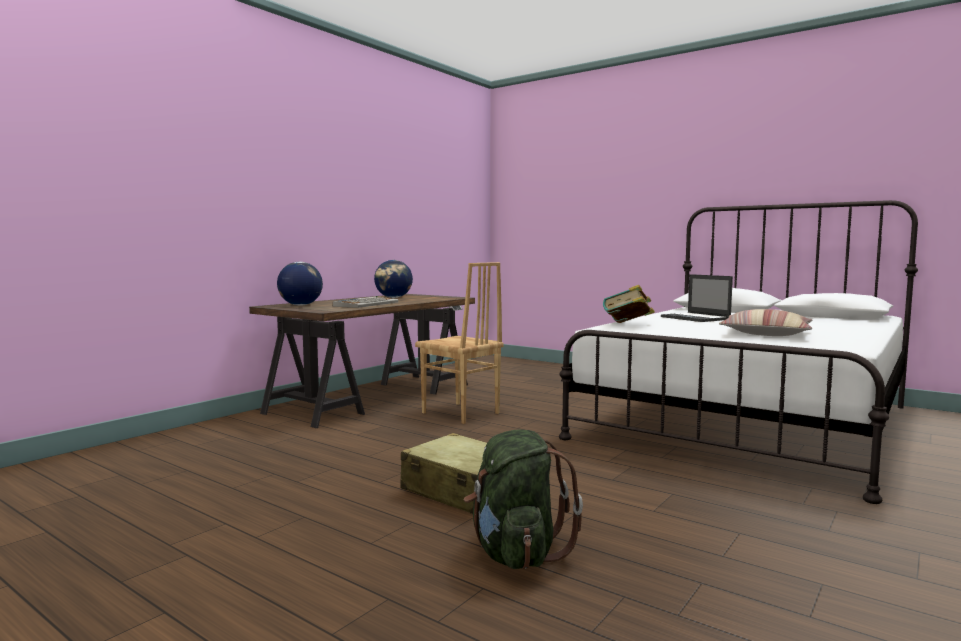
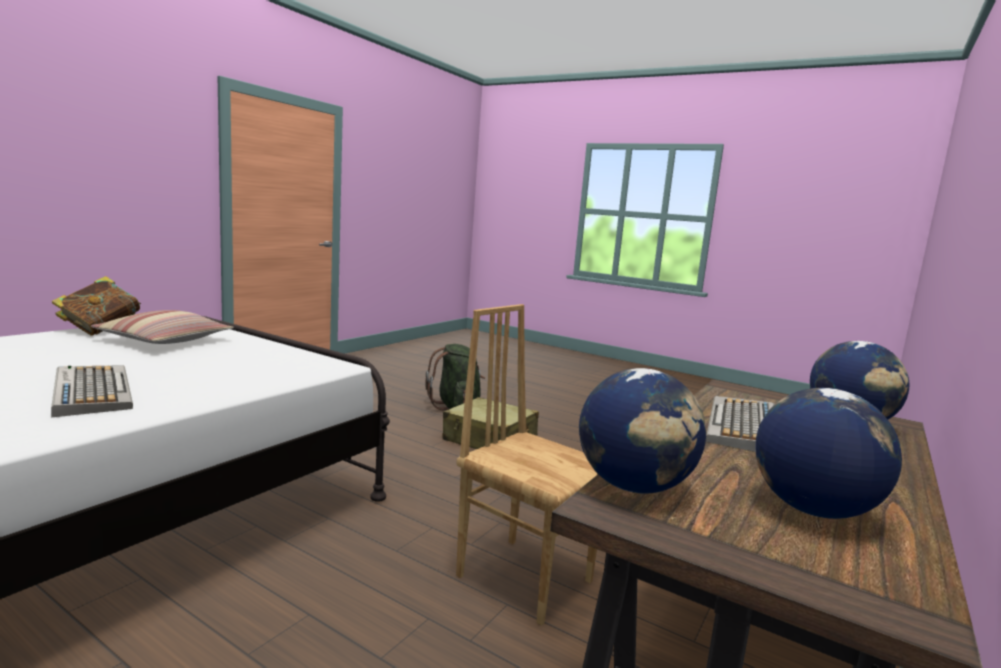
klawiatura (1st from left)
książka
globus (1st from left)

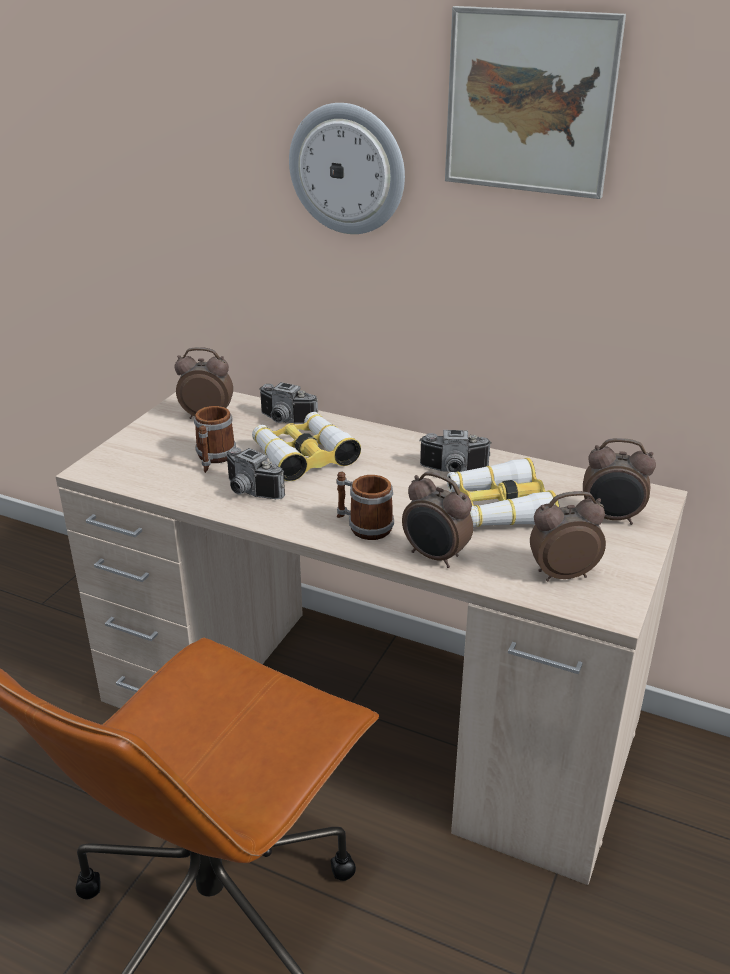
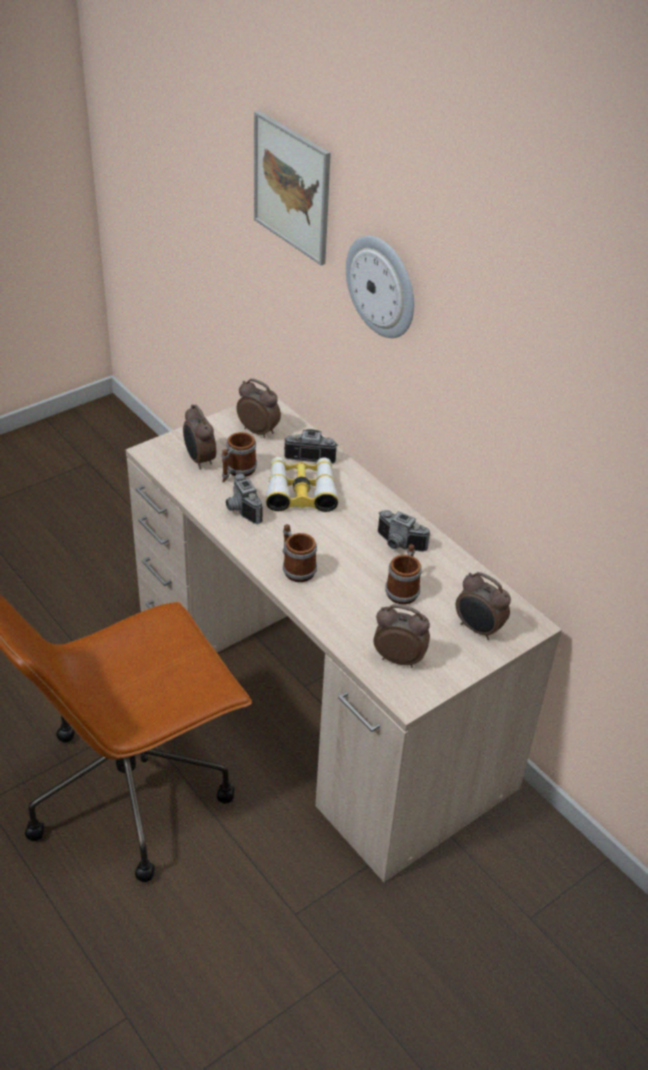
budzik (1st from left)
obraz
aparat fotograficzny (2nd from left)
kubek (3rd from left)

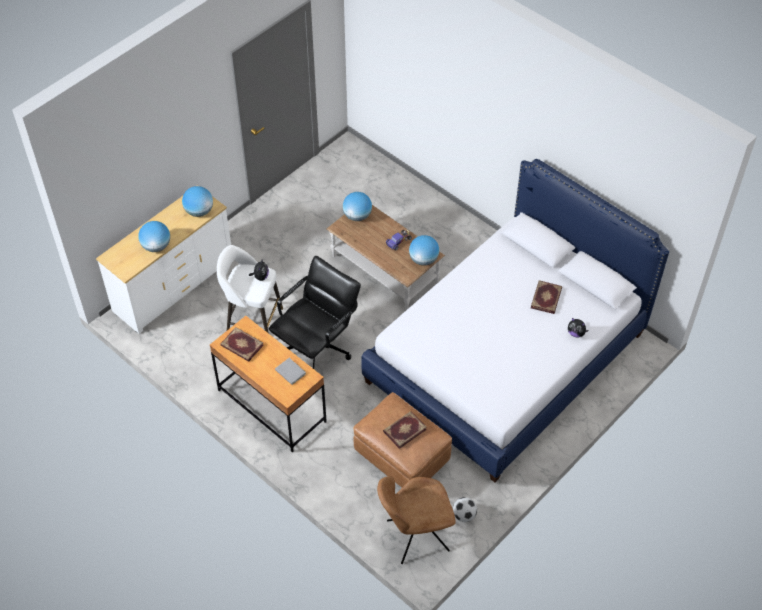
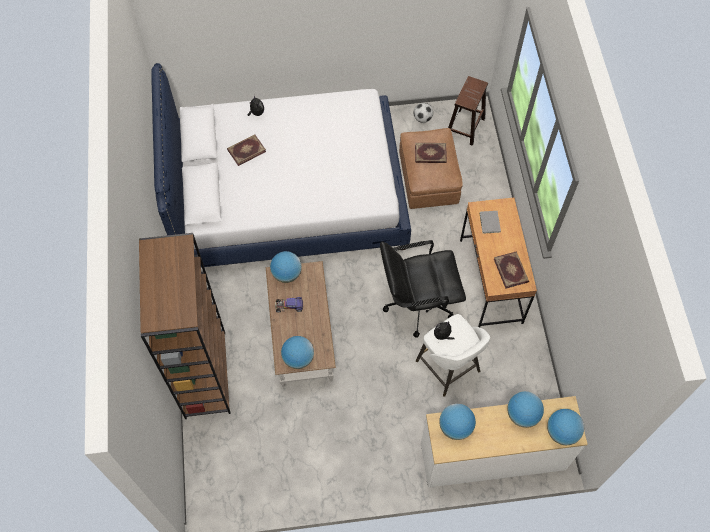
regał/brązowy
stołek/brązowy
globus (5th from left)

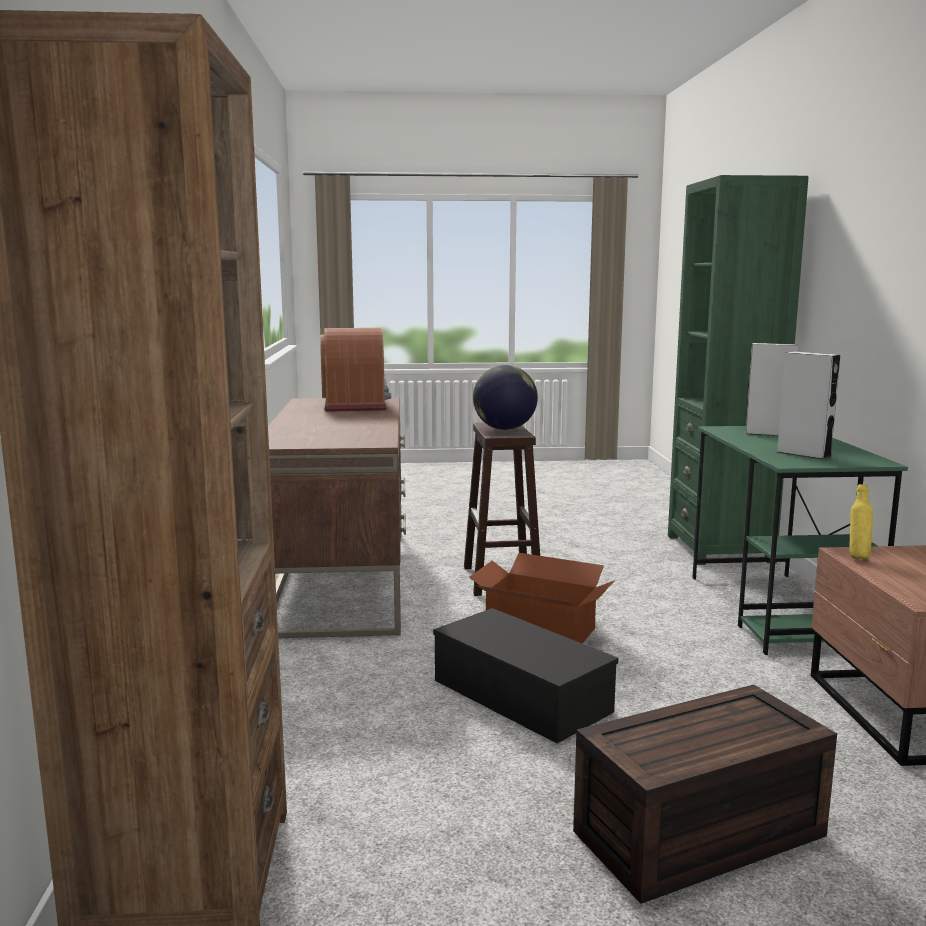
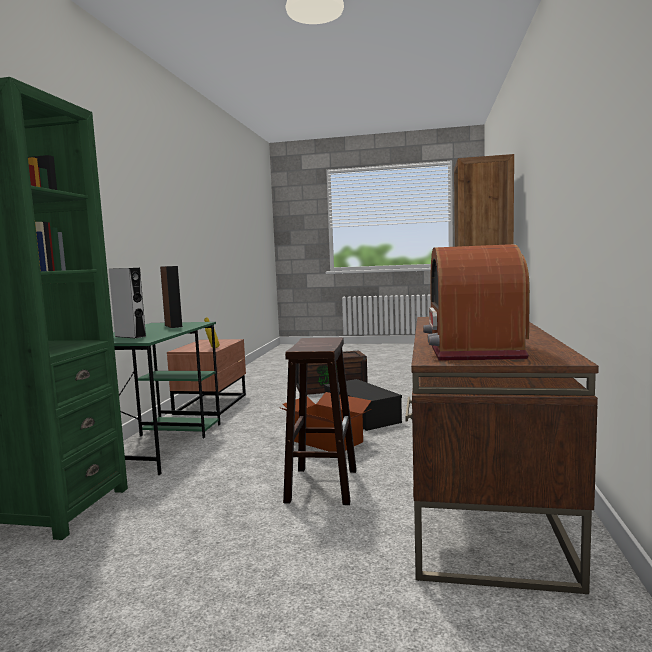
głośnik/brązowy
globus

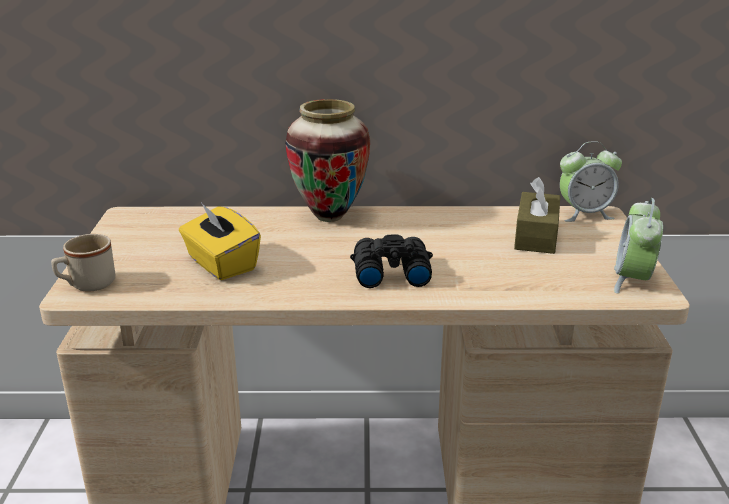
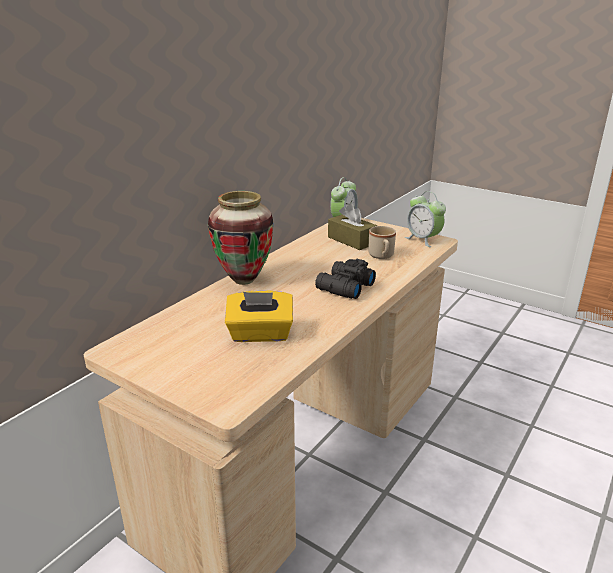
kubek/beżowy

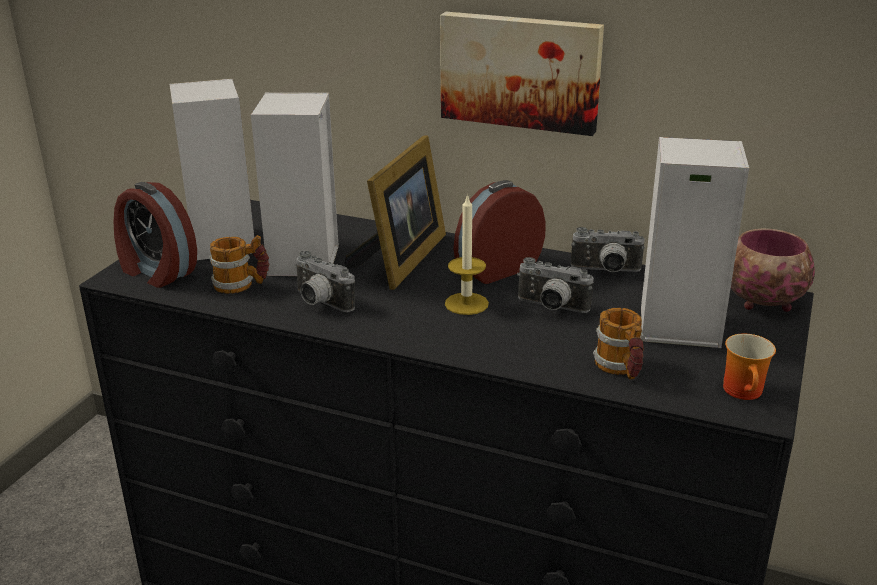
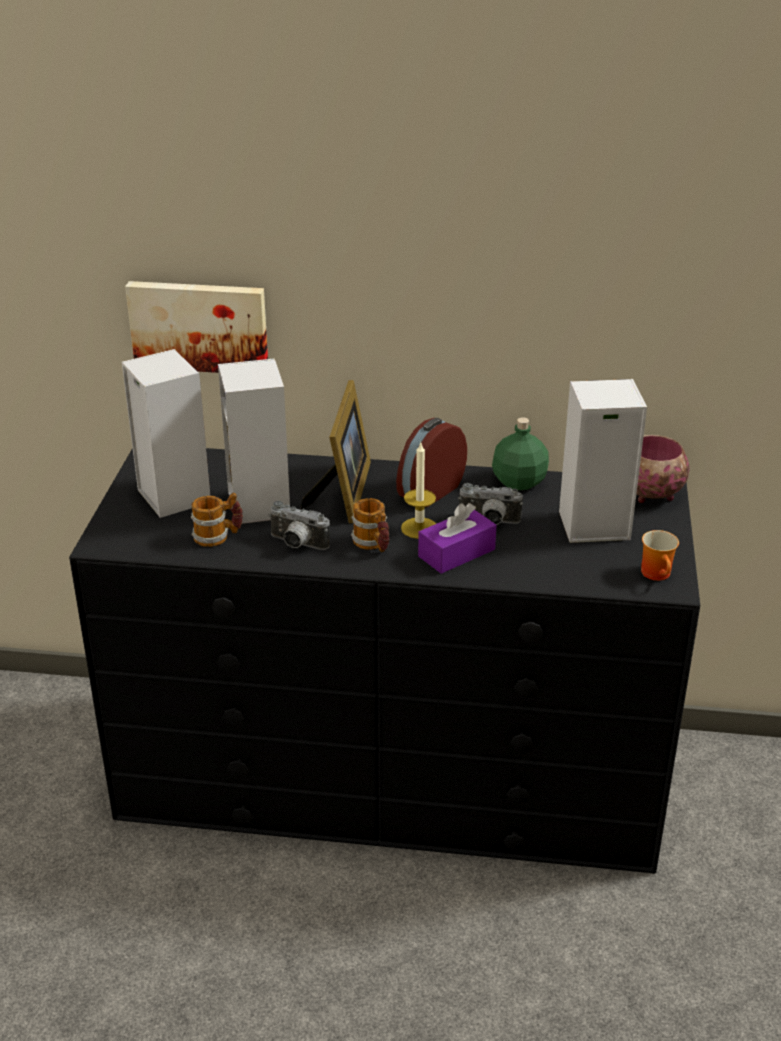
obraz
kubek (2nd from left)
pudełko chusteczek/fioletowy
butelka/zielony
budzik (1st from left in the first image)

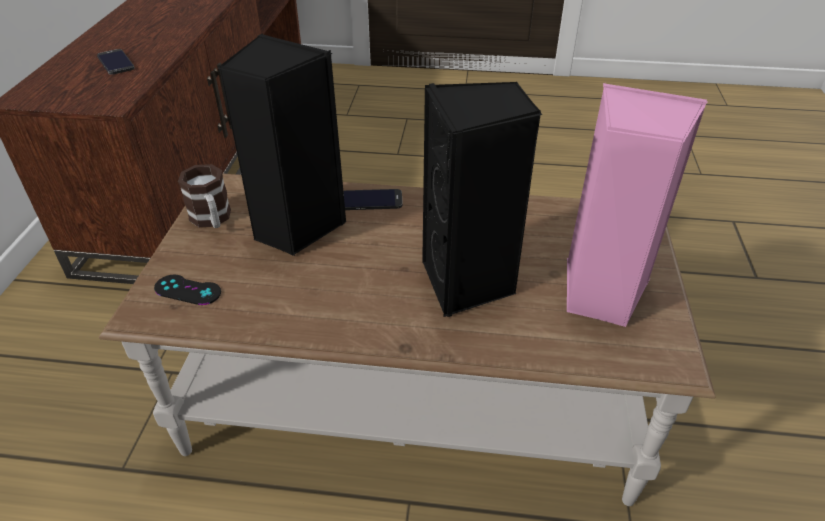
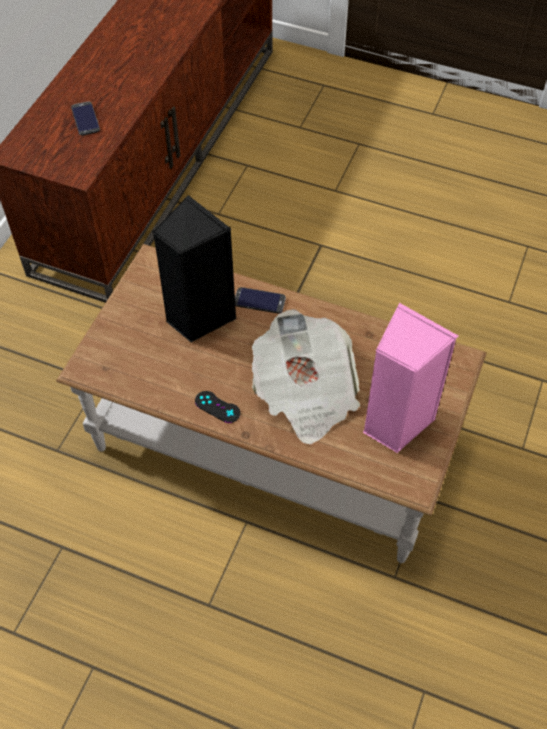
pad do gier/czarny
gazeta
kubek

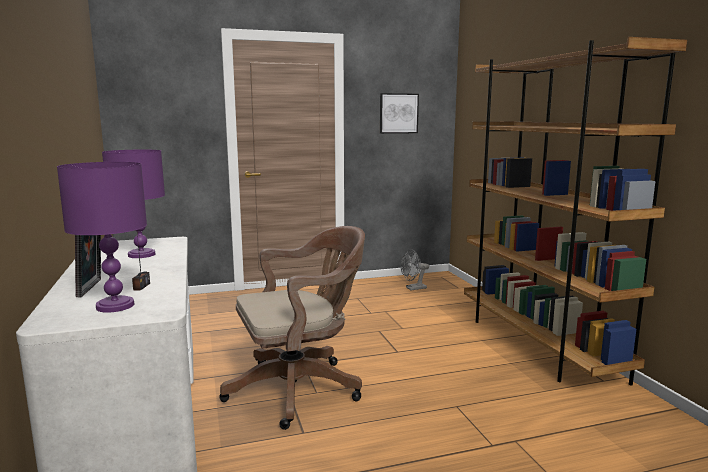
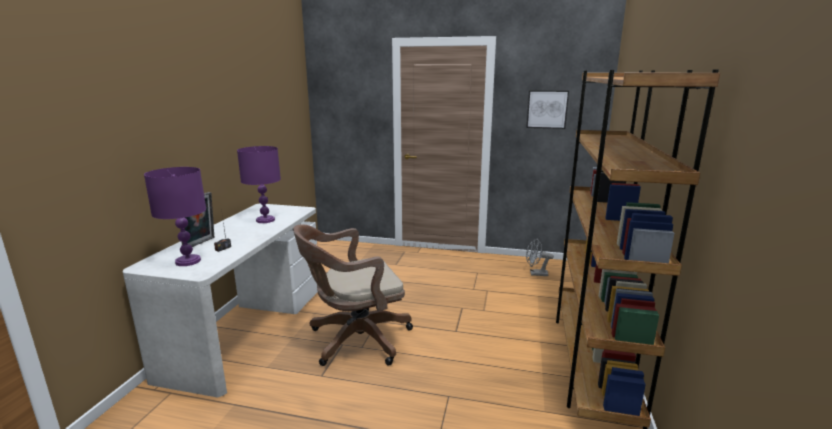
krzesło biurowe/brązowy

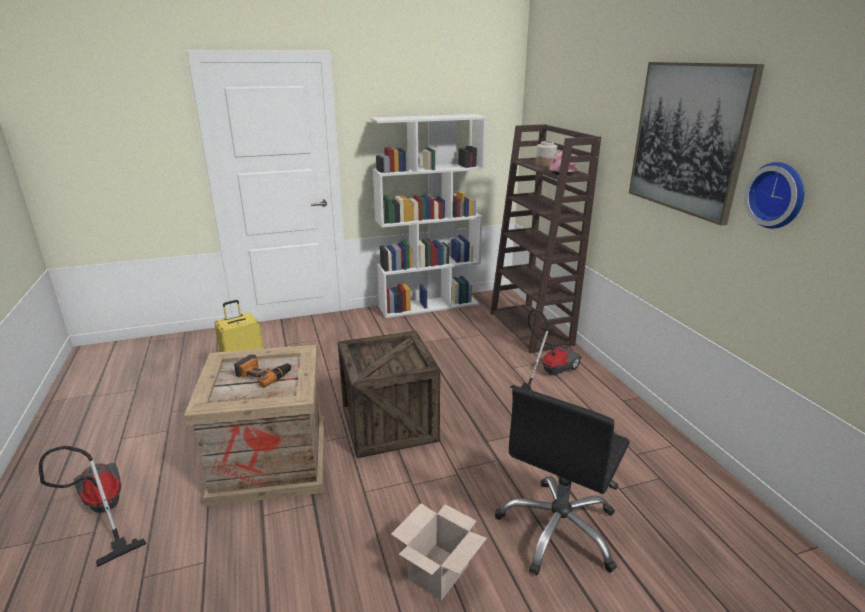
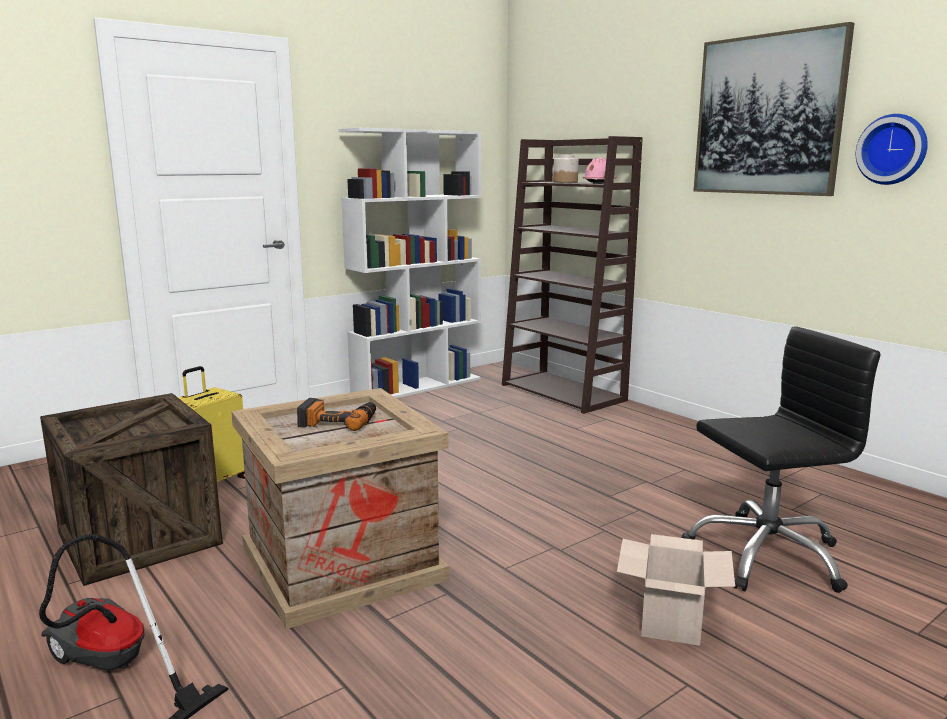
skrzynka (1st from left)
krzesło biurowe/czarny
odkurzacz (2nd from left in the first image)

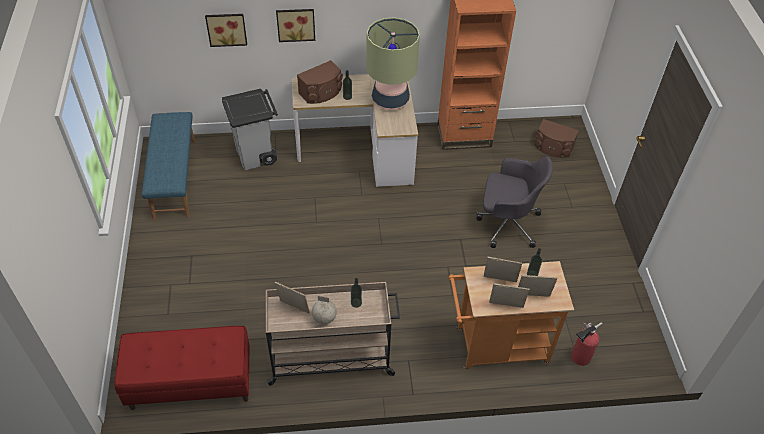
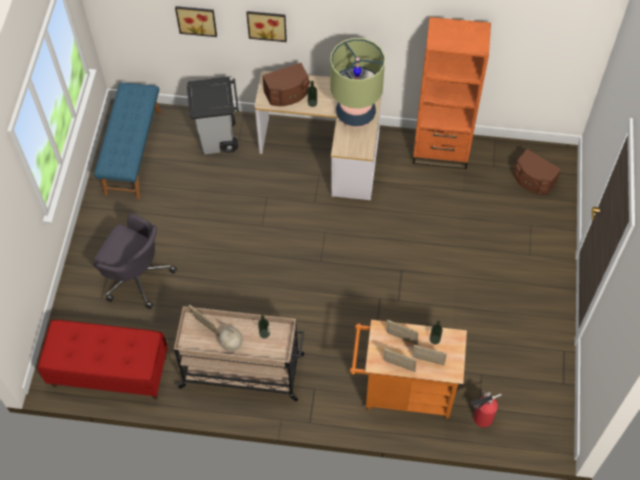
krzesło biurowe/szary

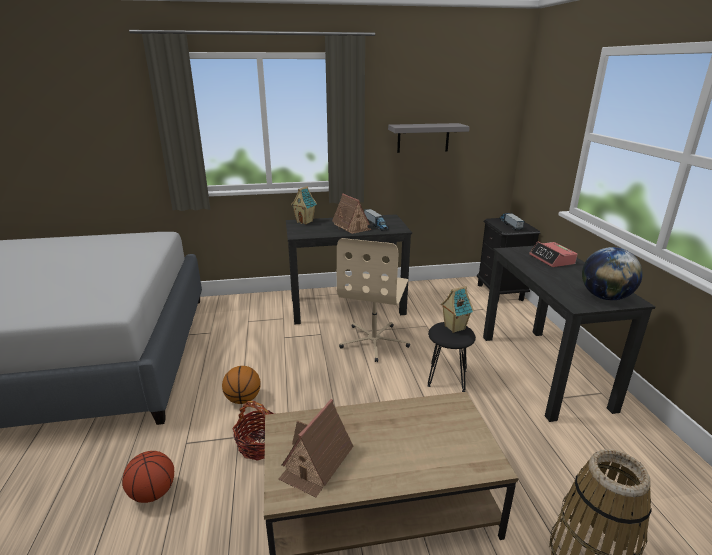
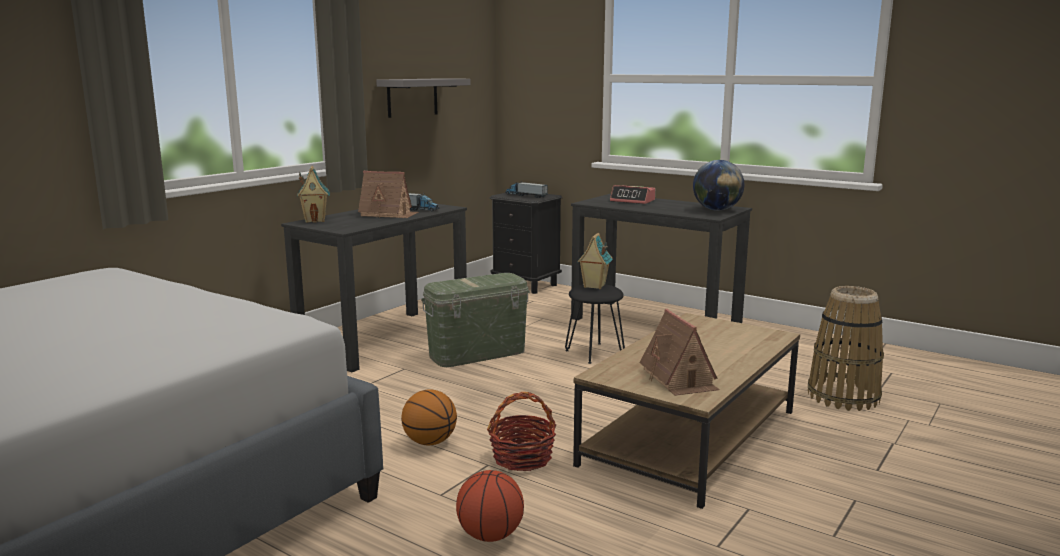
pojemnik do przechowywania/zielony

